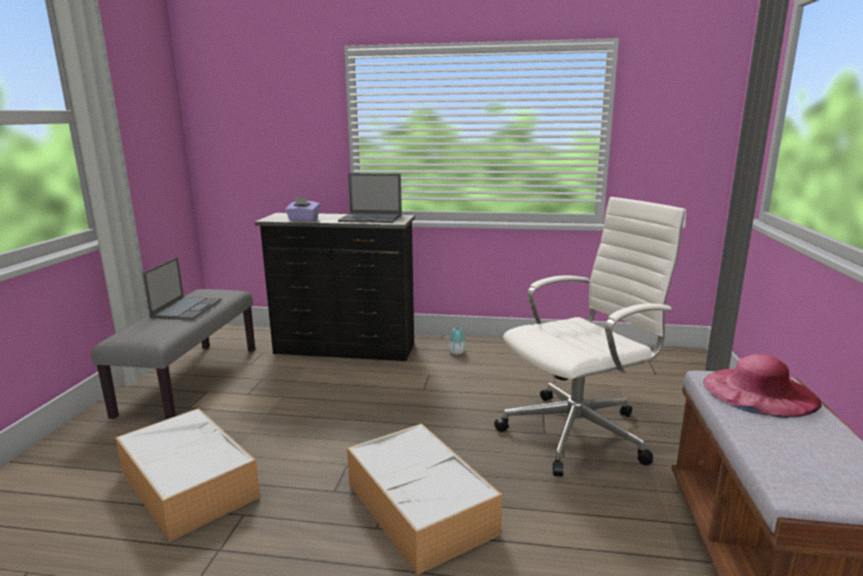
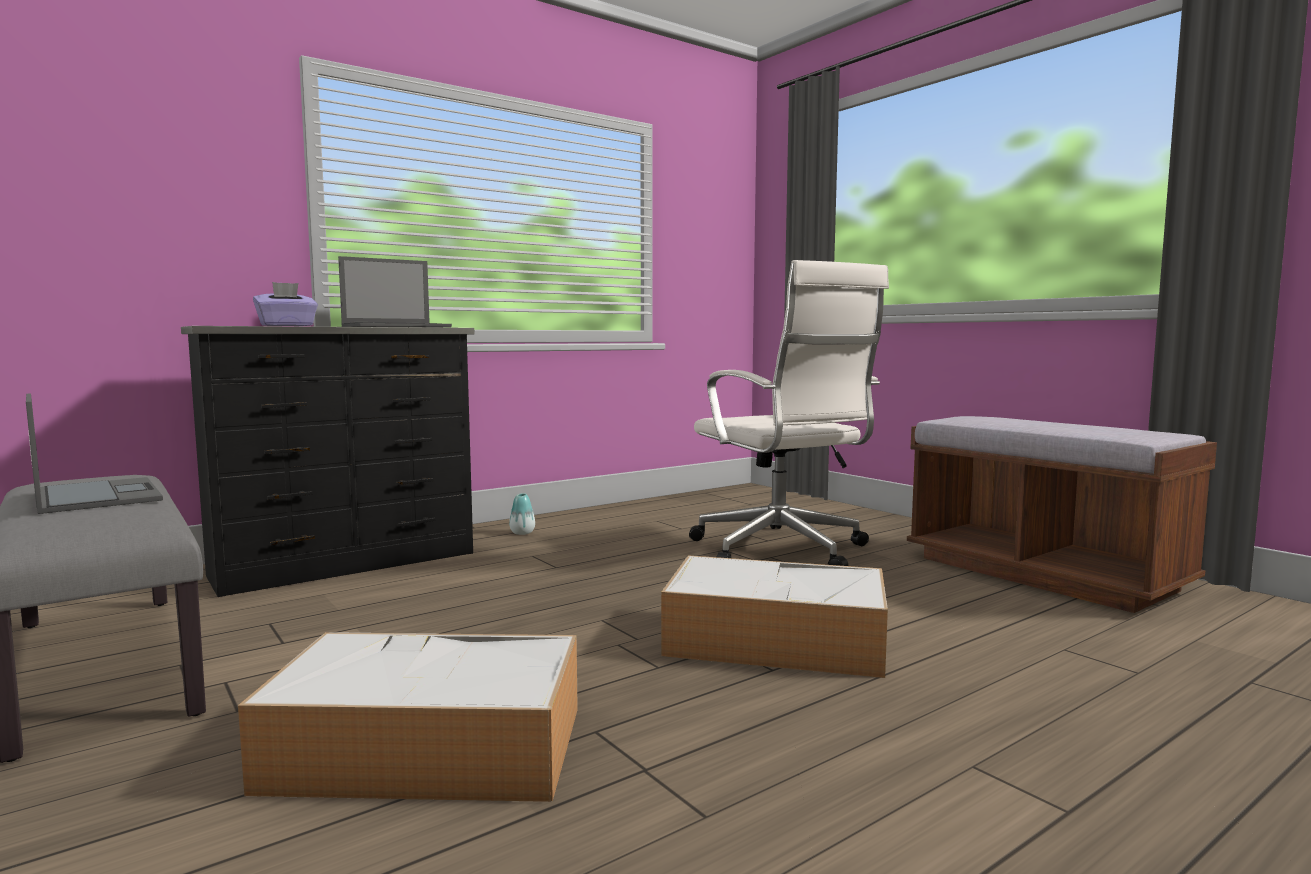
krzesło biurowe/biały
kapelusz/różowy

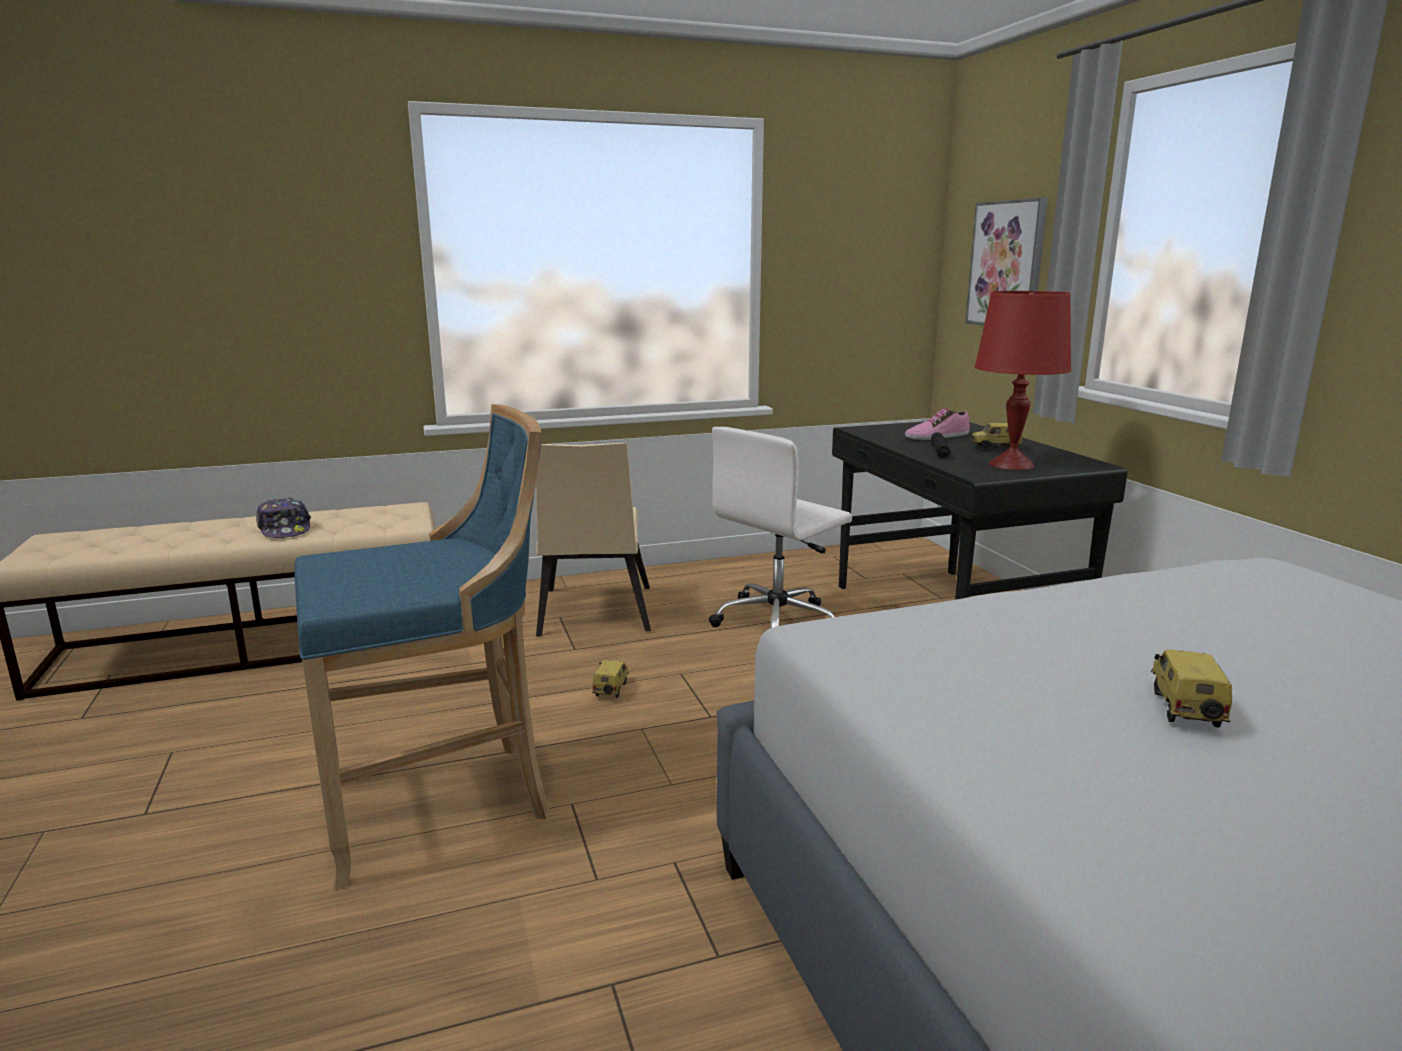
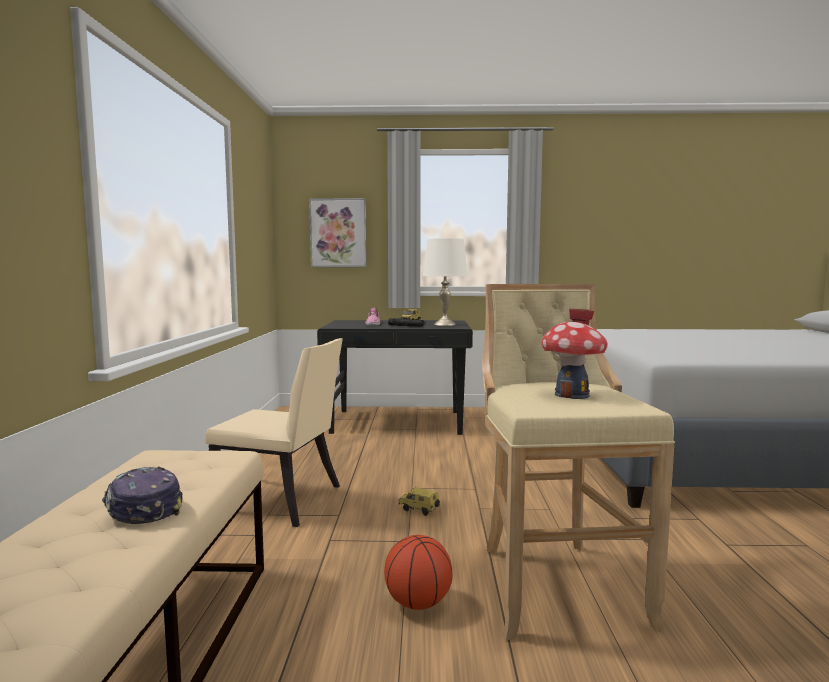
czapka z daszkiem
piłka do koszykówki
lampa stołowa/biały
stołek/beżowy
domek
krzesło biurowe/biały
samochodzik (3rd from left in the first image)

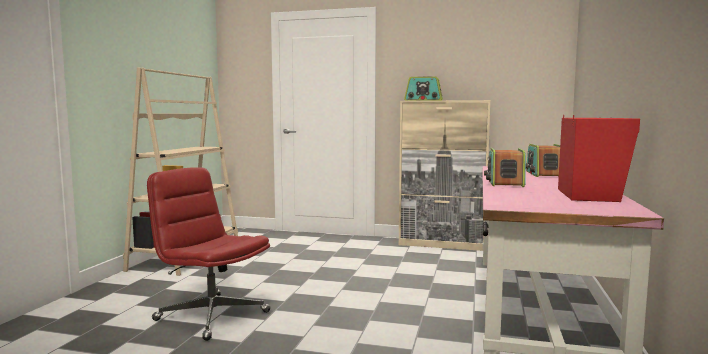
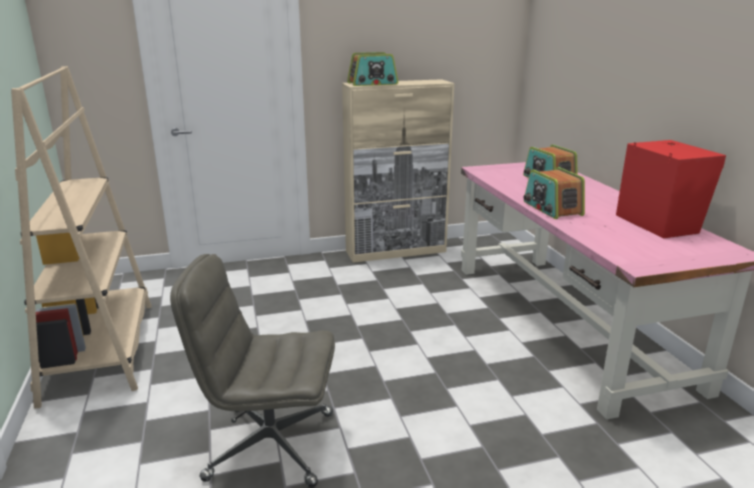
krzesło biurowe/szary

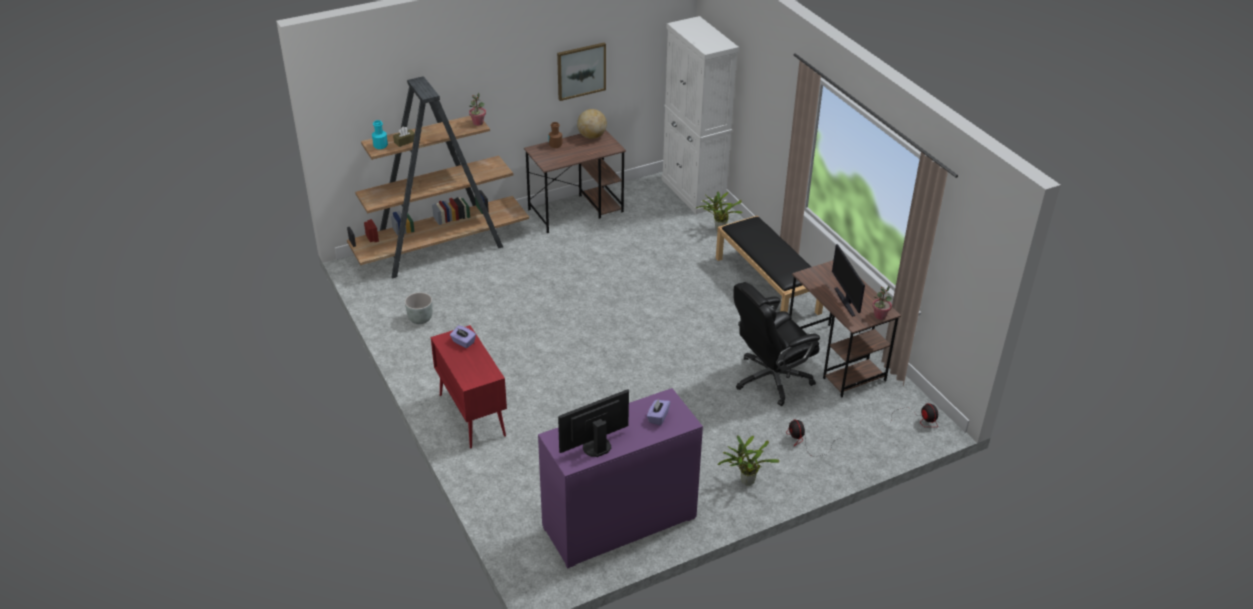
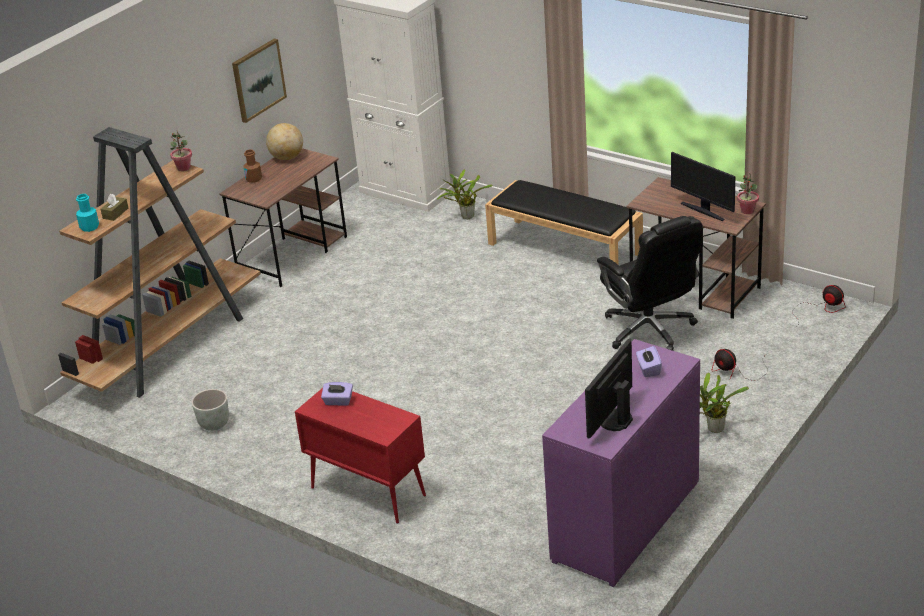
krzesło biurowe/czarny

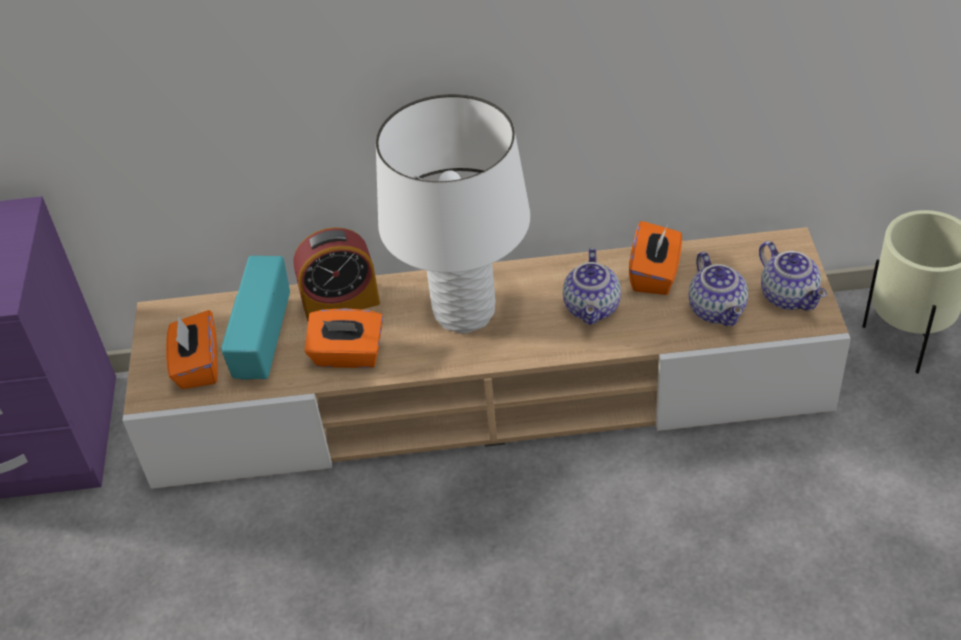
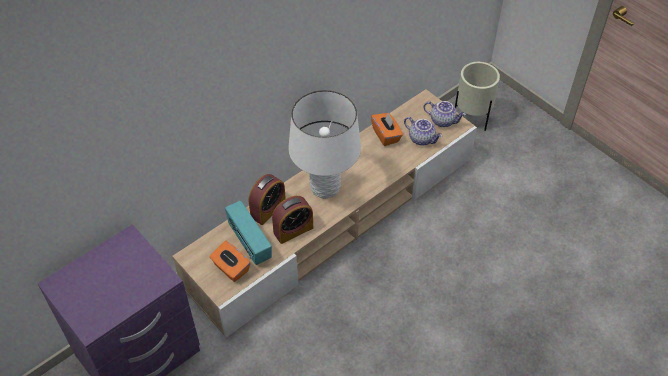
budzik (2nd from left)
imbryk (1st from left in the first image)

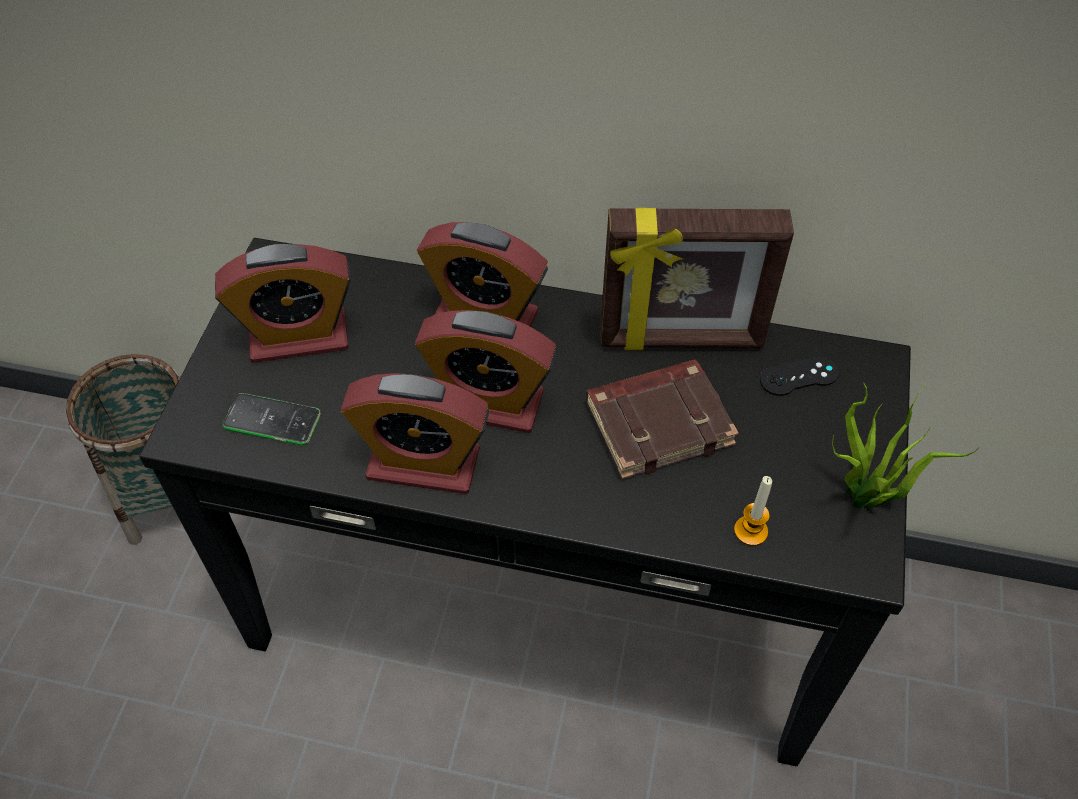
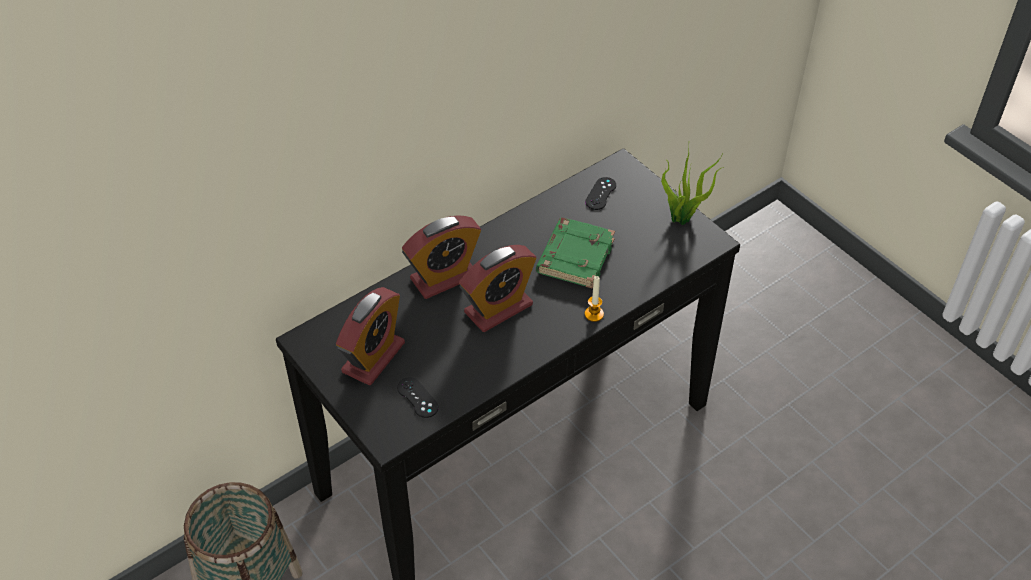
pad do gier/czarny (1st from left)
książka/zielony
świeca
budzik (2nd from left in the first image)
ramka na zdjęcie

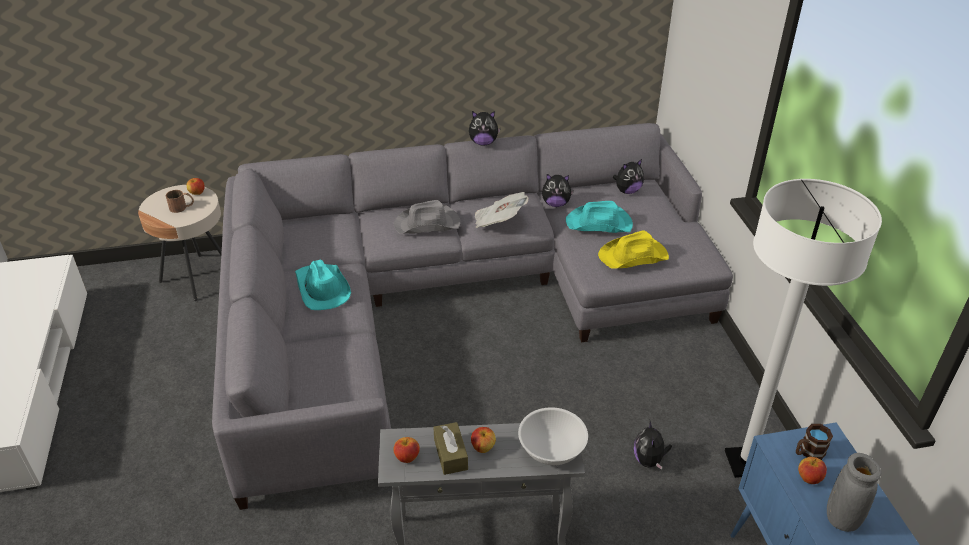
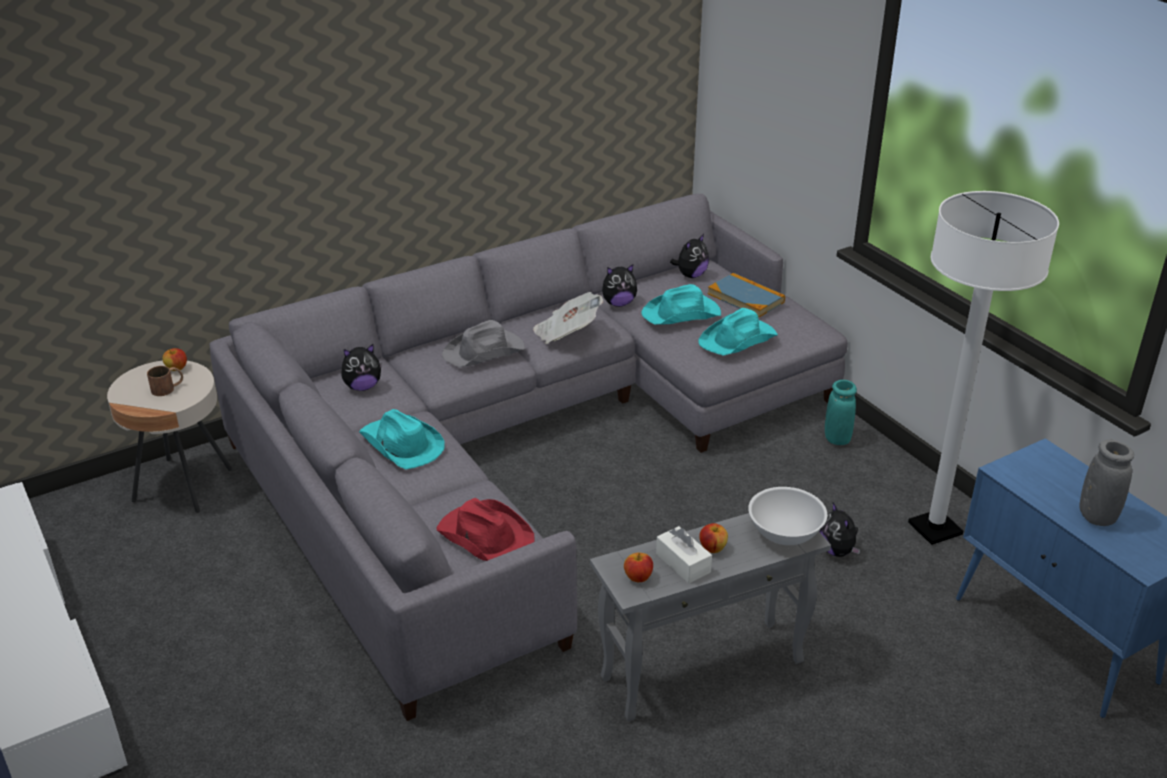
pluszak (1st from left)
kapelusz/czerwony
pudełko chusteczek/biały
kapelusz/turkusowy (3rd from left)
książka
wazon/turkusowy
kubek/brązowy (2nd from left in the first image)
jabłko (4th from left in the first image)

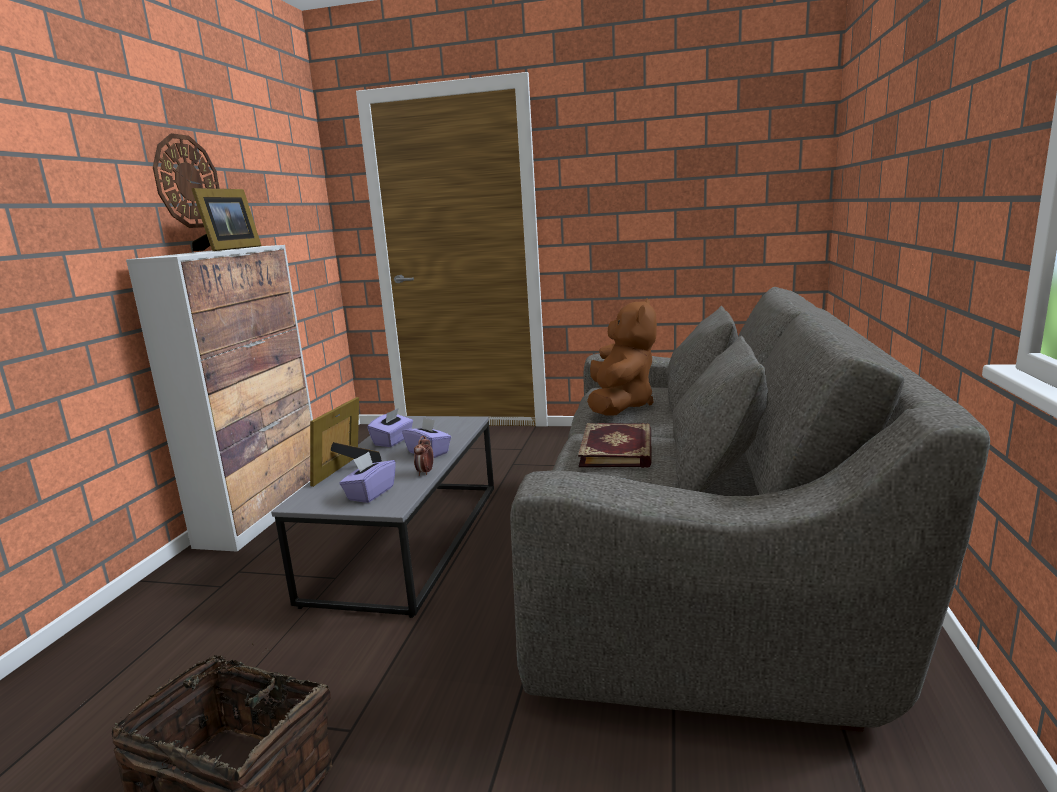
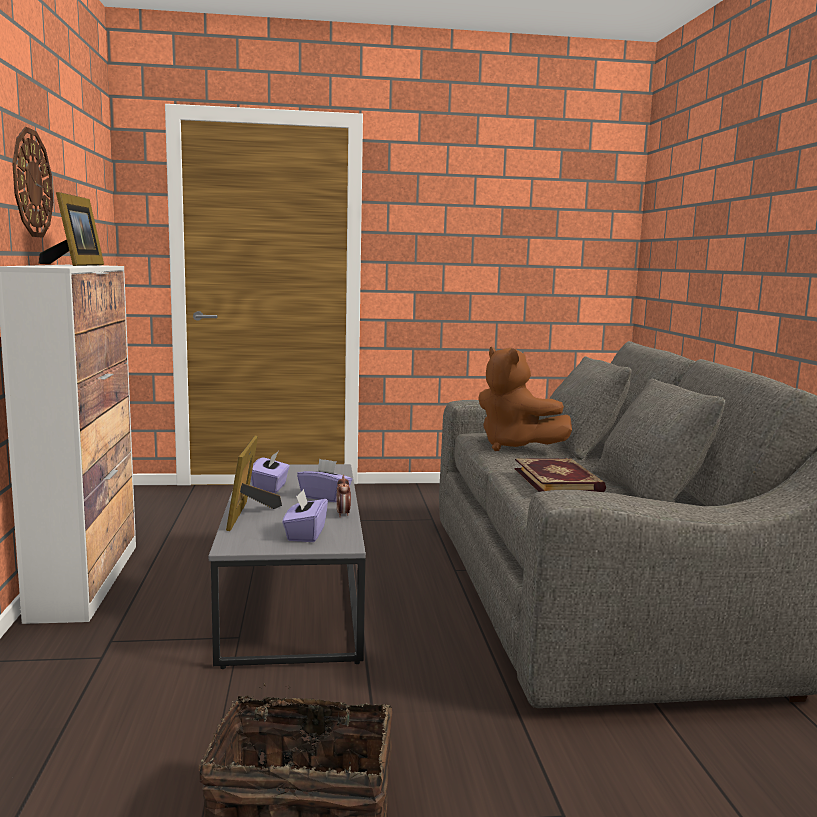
pluszak/brązowy

